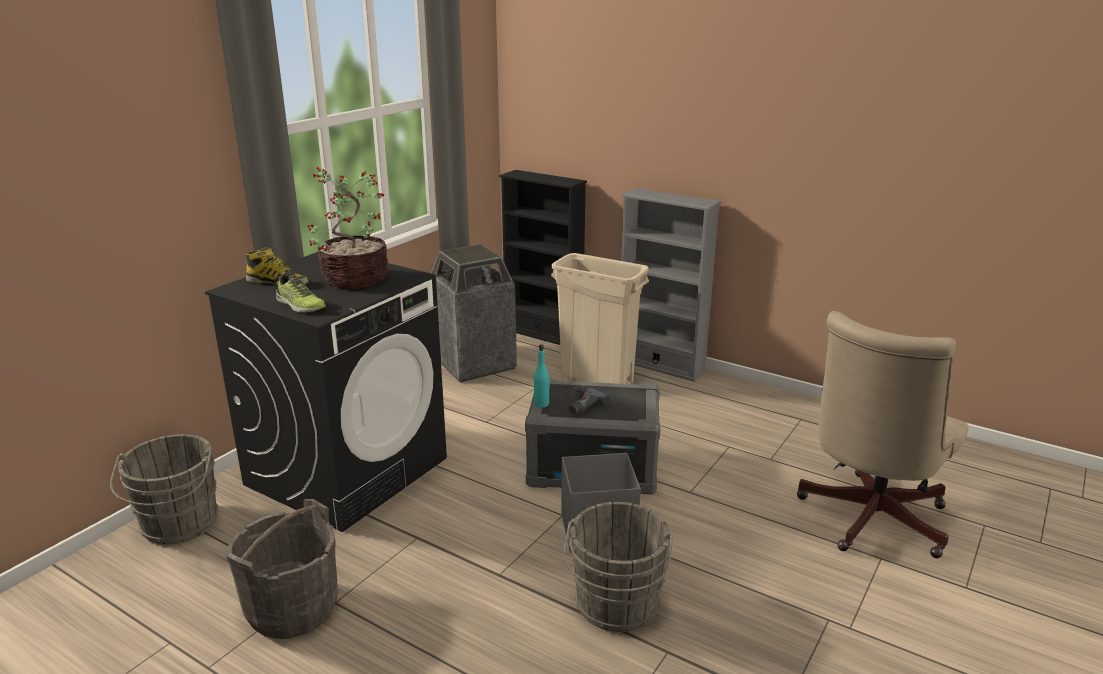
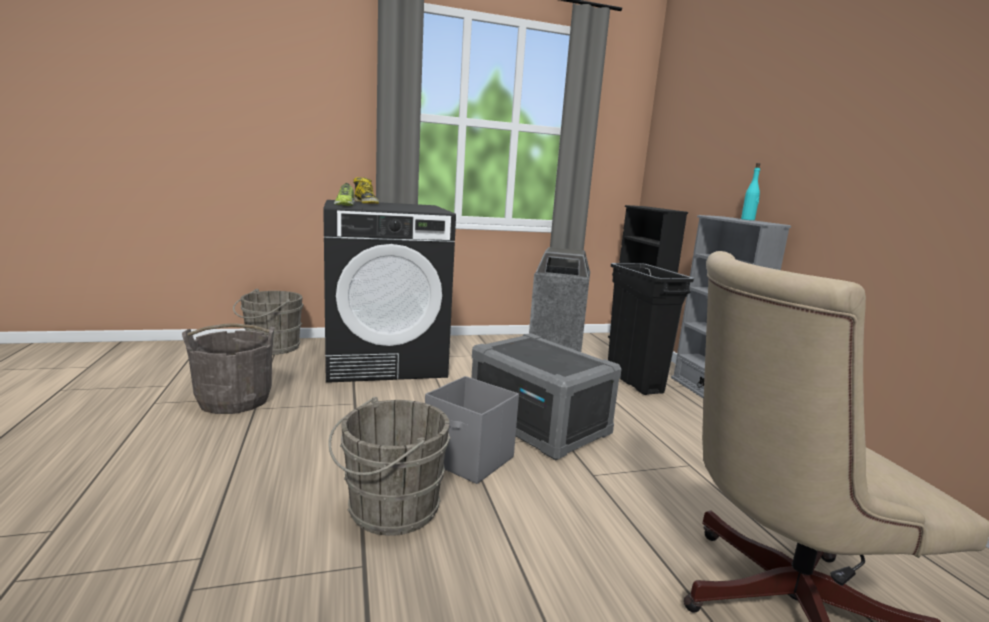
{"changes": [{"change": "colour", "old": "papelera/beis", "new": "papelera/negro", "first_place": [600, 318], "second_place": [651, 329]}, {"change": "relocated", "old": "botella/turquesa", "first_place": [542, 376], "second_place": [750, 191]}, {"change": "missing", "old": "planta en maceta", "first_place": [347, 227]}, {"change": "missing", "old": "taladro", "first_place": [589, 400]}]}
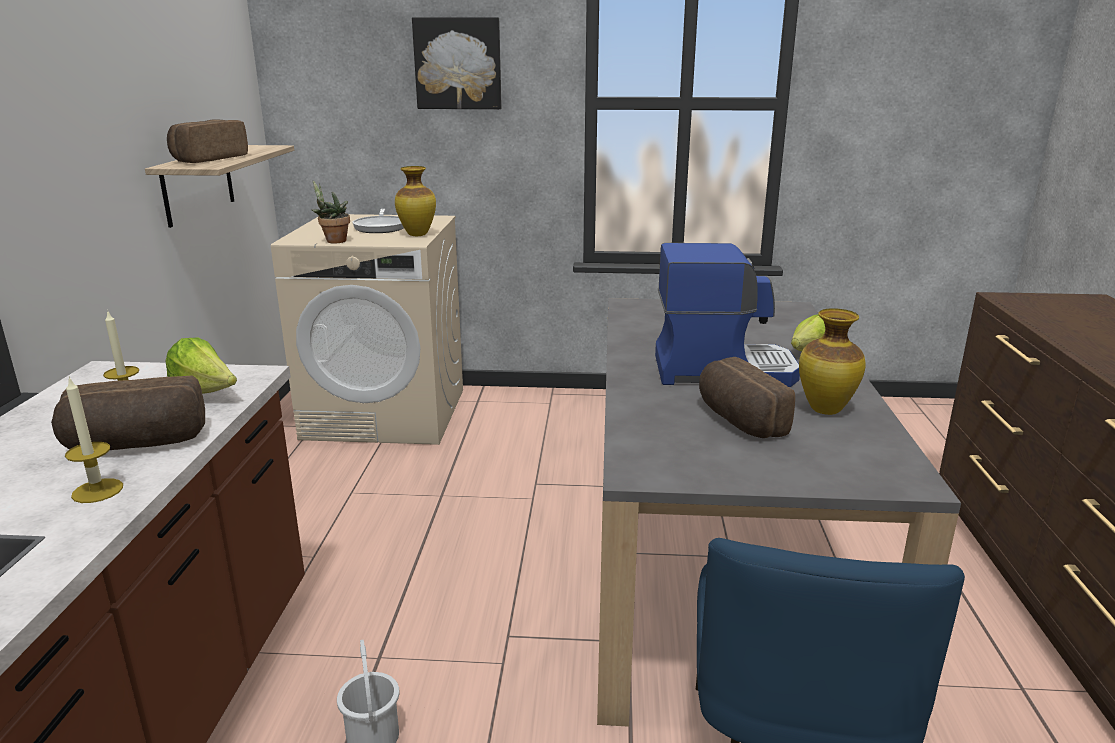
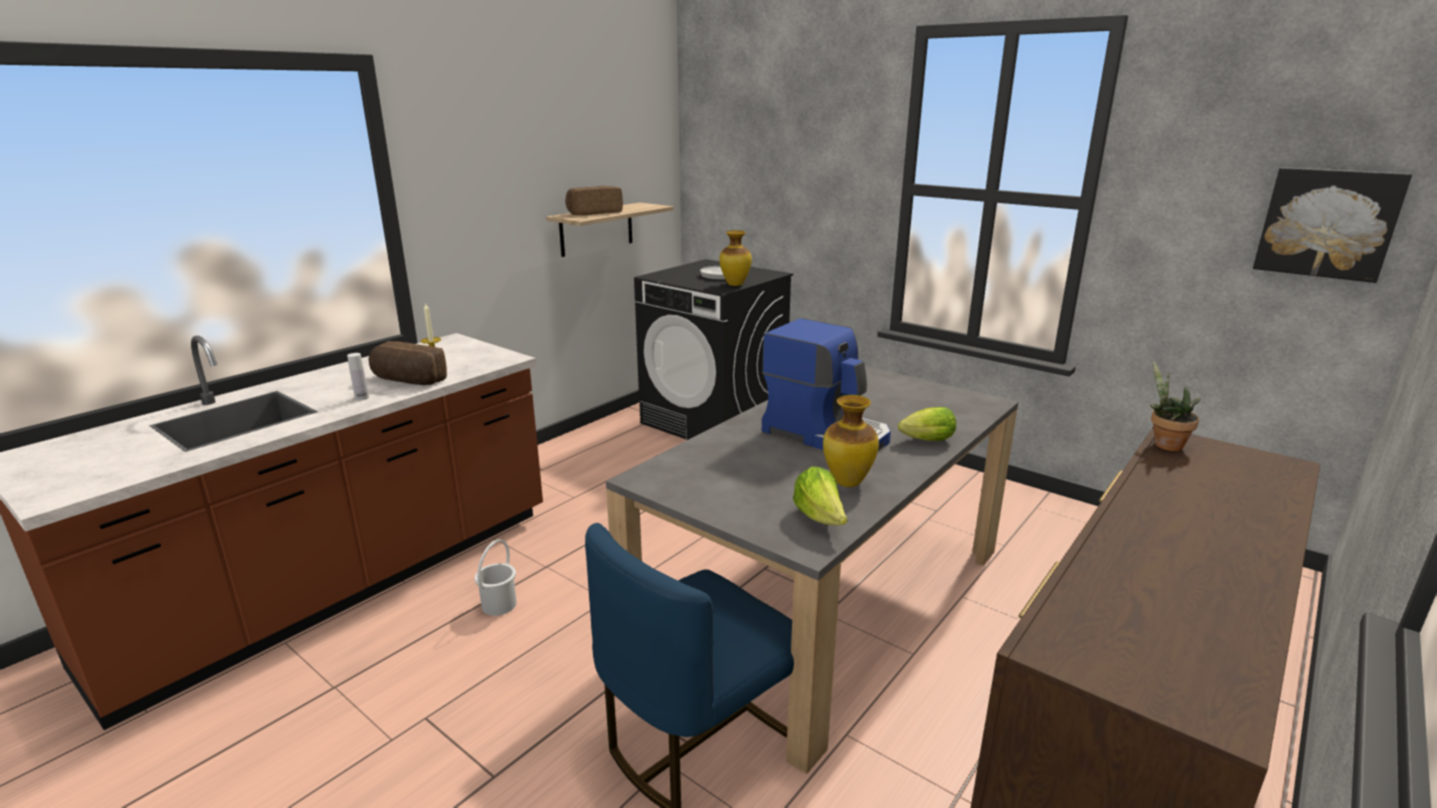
{"changes": [{"change": "exchanged", "old": "vela", "new": "botella/blanco", "first_place": [94, 439], "second_place": [358, 377]}, {"change": "colour", "old": "lavadora/beis", "new": "lavadora/negro", "first_place": [367, 329], "second_place": [713, 349]}, {"change": "relocated", "old": "lechuga", "first_place": [201, 365], "second_place": [820, 496]}, {"change": "relocated", "old": "planta en maceta", "first_place": [331, 212], "second_place": [1175, 405]}, {"change": "relocated", "old": "cuadro", "first_place": [457, 63], "second_place": [1332, 225]}, {"change": "missing", "old": "pan", "first_place": [747, 397]}]}
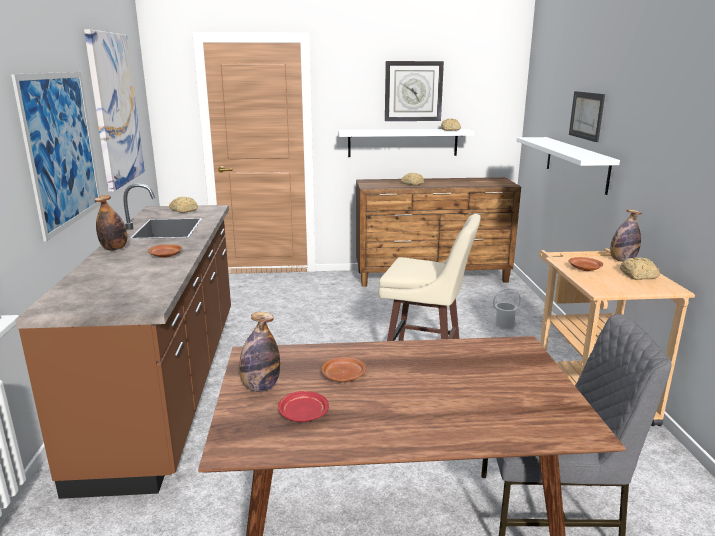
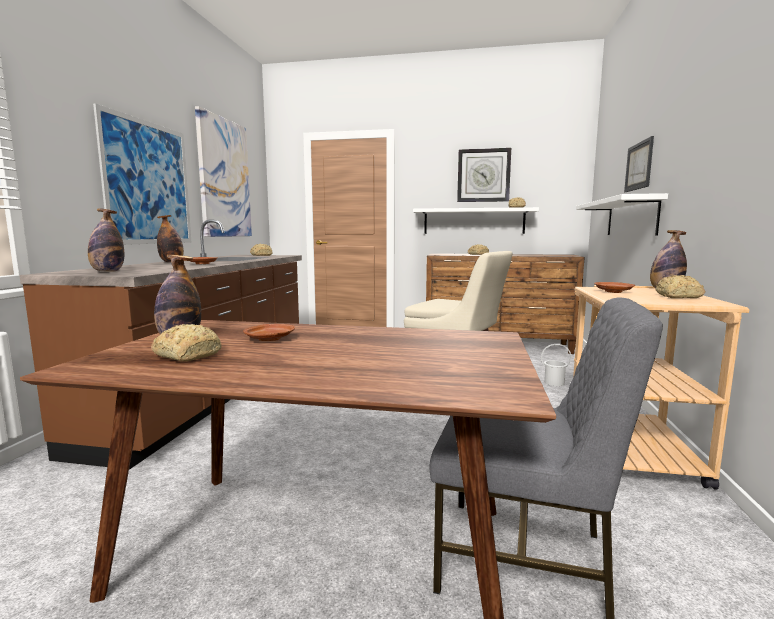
{"changes": [{"change": "appeared", "new": "botella", "second_place": [106, 240]}, {"change": "exchanged", "old": "plato/rojo", "new": "pan", "first_place": [303, 406], "second_place": [186, 343]}]}
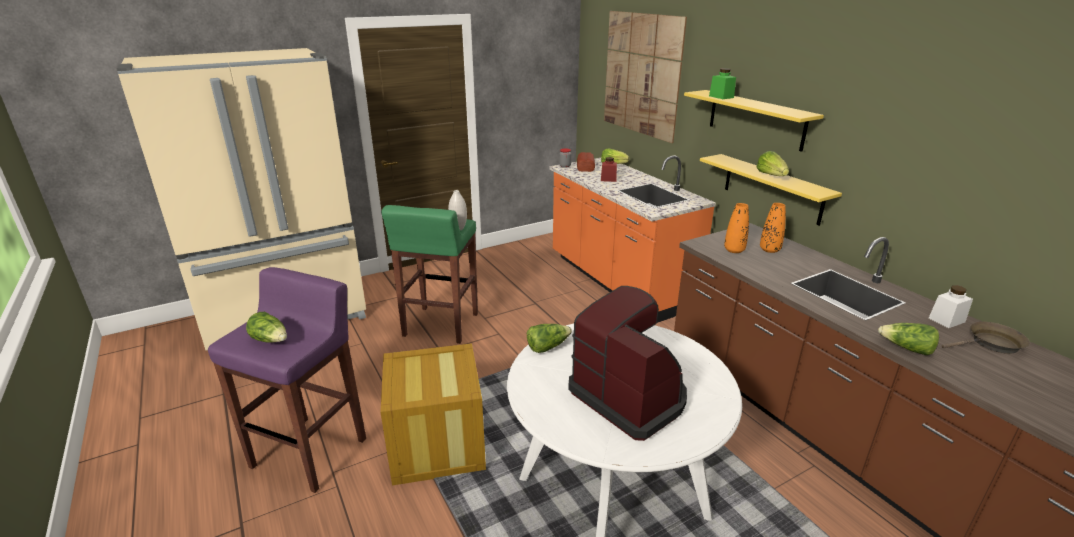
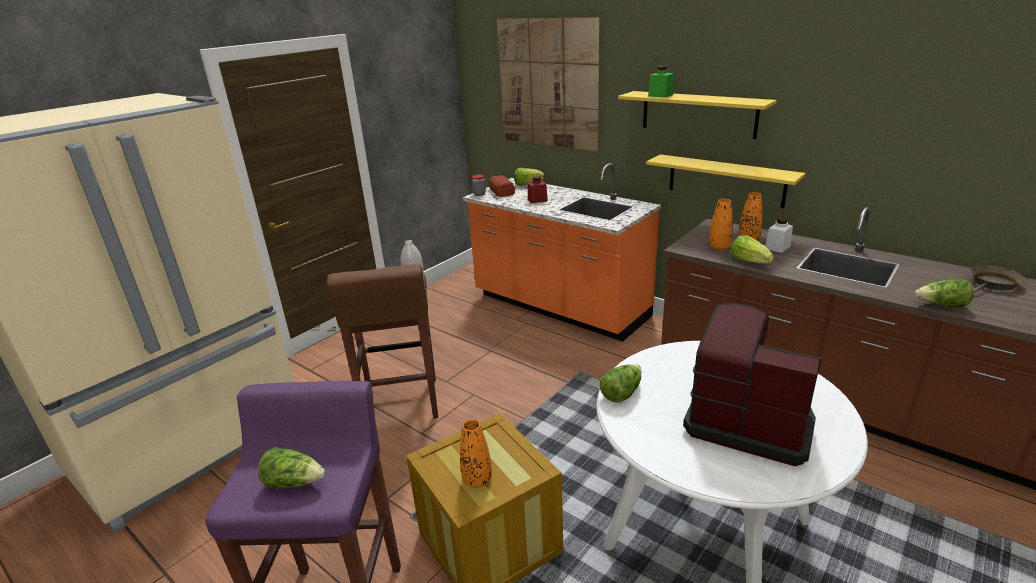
{"changes": [{"change": "colour", "old": "taburete/verde", "new": "taburete/marrón", "first_place": [429, 274], "second_place": [382, 341]}, {"change": "appeared", "new": "florero/naranja", "second_place": [476, 454]}, {"change": "relocated", "old": "lechuga", "first_place": [773, 163], "second_place": [752, 249]}, {"change": "relocated", "old": "tarro/blanco", "first_place": [951, 306], "second_place": [779, 235]}]}
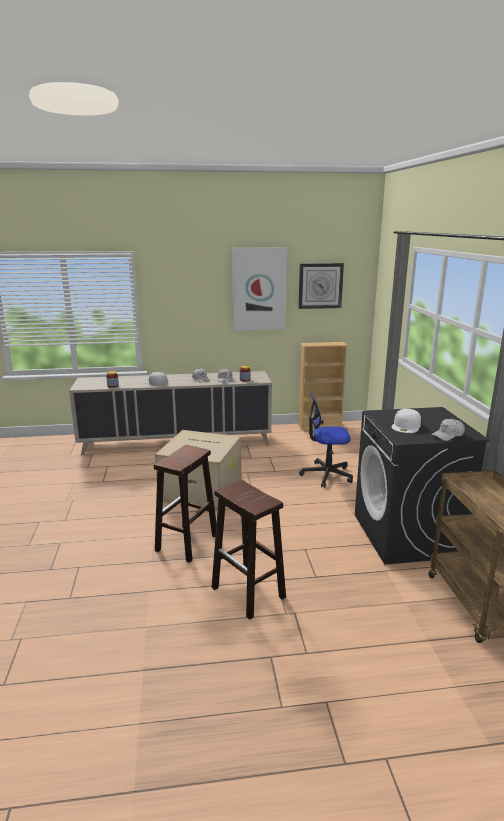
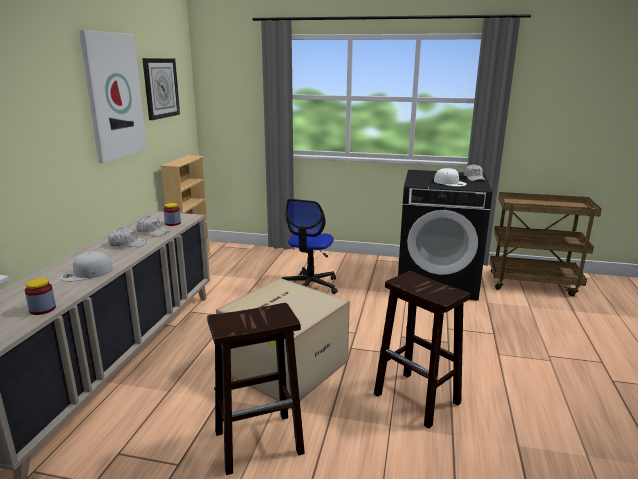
{"changes": [{"change": "relocated", "old": "taburete/marrón", "first_place": [249, 550], "second_place": [256, 389]}]}
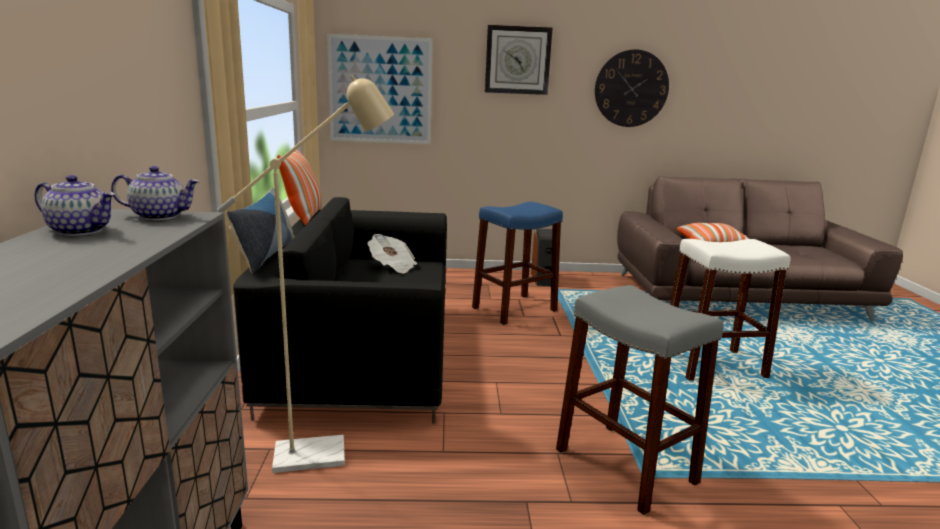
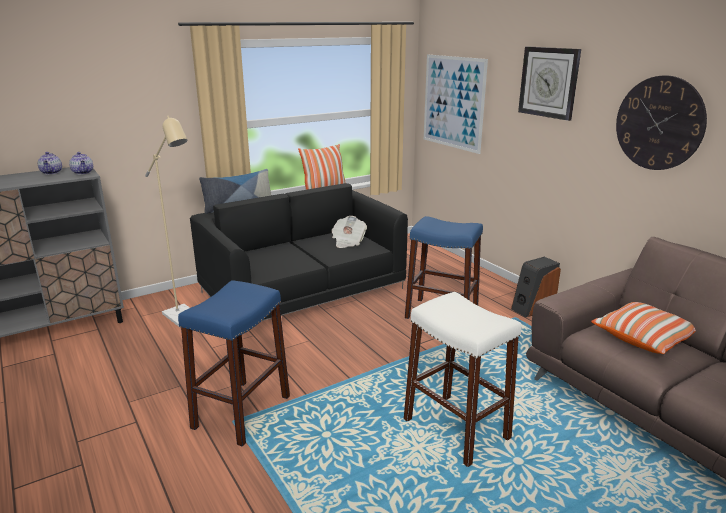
{"changes": [{"change": "colour", "old": "taburete/gris", "new": "taburete/azul", "first_place": [640, 400], "second_place": [234, 363]}]}
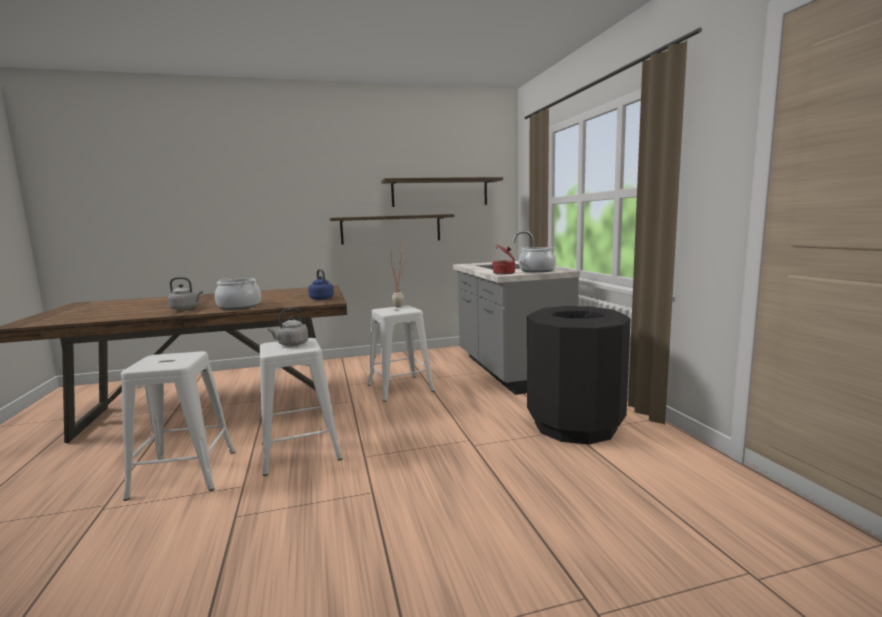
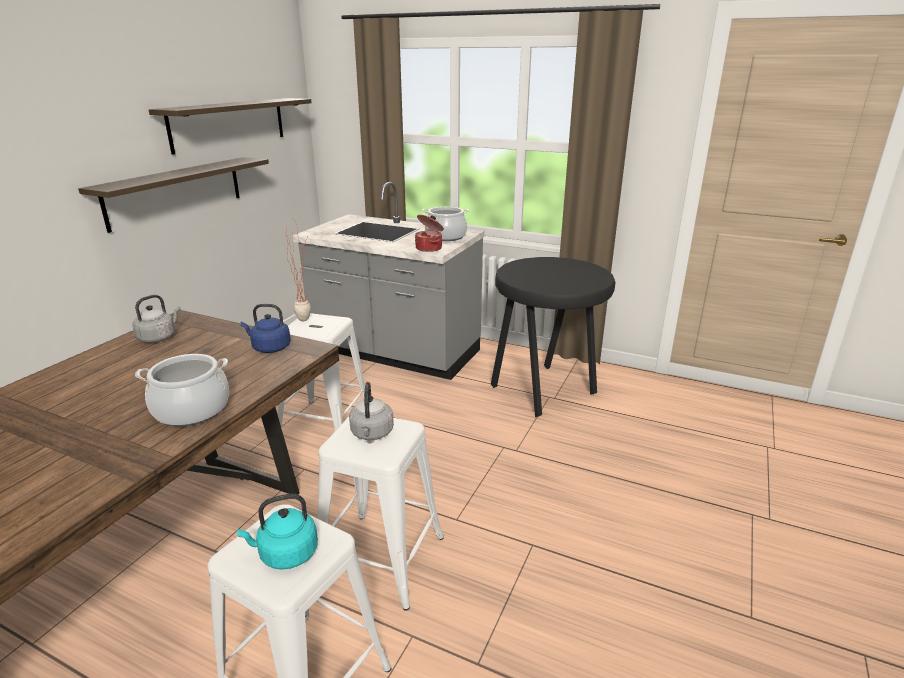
{"changes": [{"change": "relocated", "old": "hervidor/gris", "first_place": [185, 293], "second_place": [156, 319]}, {"change": "appeared", "new": "hervidor/turquesa", "second_place": [277, 532]}, {"change": "exchanged", "old": "papelera/negro", "new": "taburete/negro", "first_place": [579, 375], "second_place": [553, 337]}]}
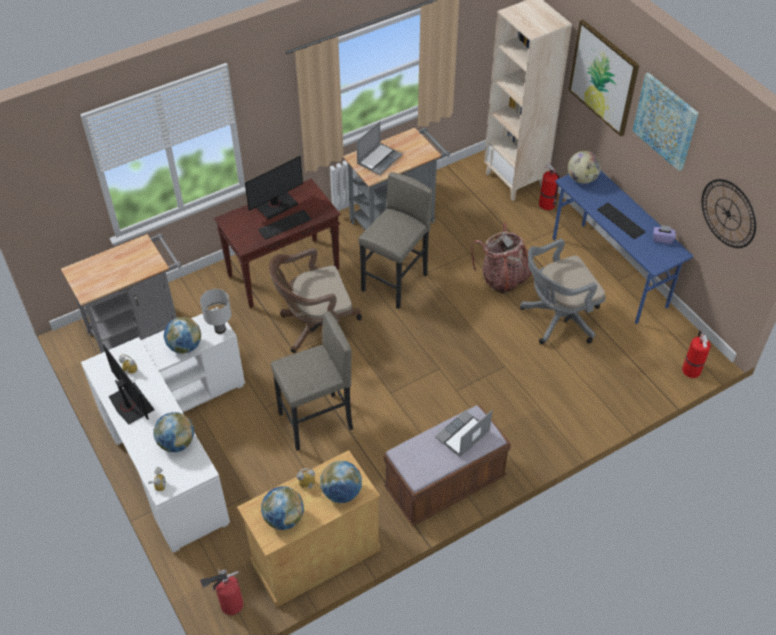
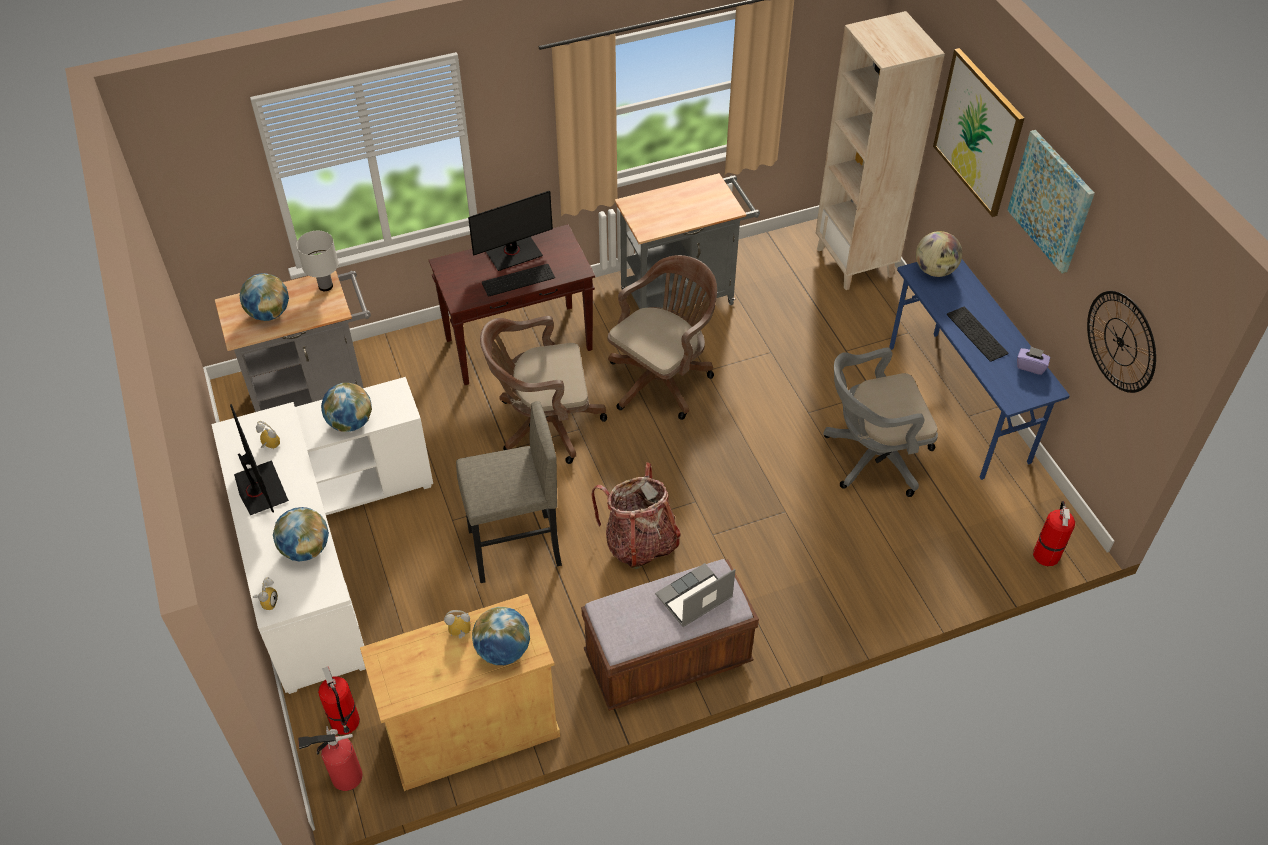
{"changes": [{"change": "relocated", "old": "globo terráqueo", "first_place": [282, 508], "second_place": [264, 297]}, {"change": "relocated", "old": "lámpara de mesa/blanco", "first_place": [216, 311], "second_place": [317, 261]}, {"change": "relocated", "old": "extintor", "first_place": [549, 186], "second_place": [339, 701]}, {"change": "relocated", "old": "mochila", "first_place": [501, 258], "second_place": [636, 515]}, {"change": "exchanged", "old": "taburete/gris", "new": "silla de oficina/marrón", "first_place": [396, 240], "second_place": [662, 337]}, {"change": "missing", "old": "portátil", "first_place": [379, 148]}]}
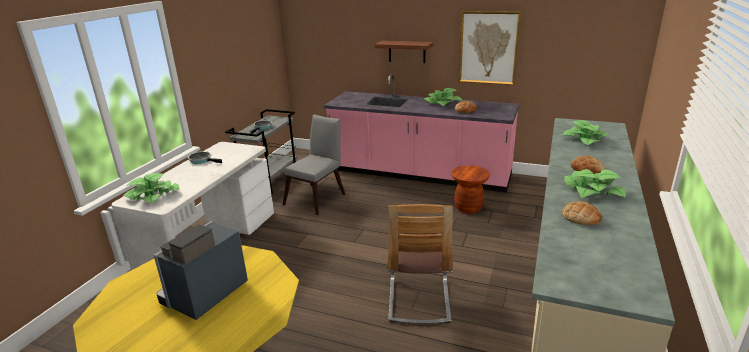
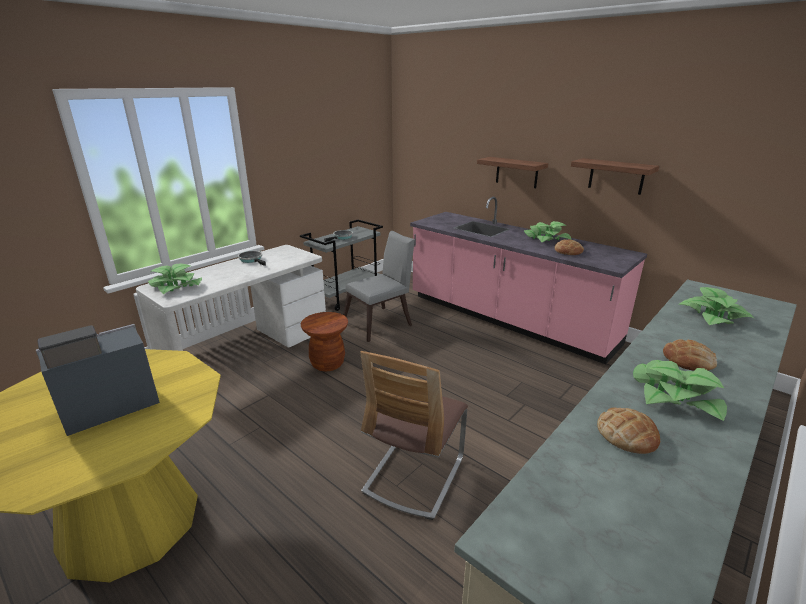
{"changes": [{"change": "relocated", "old": "taburete/marrón", "first_place": [470, 189], "second_place": [324, 342]}, {"change": "exchanged", "old": "cuadro", "new": "estante", "first_place": [490, 48], "second_place": [615, 176]}]}
